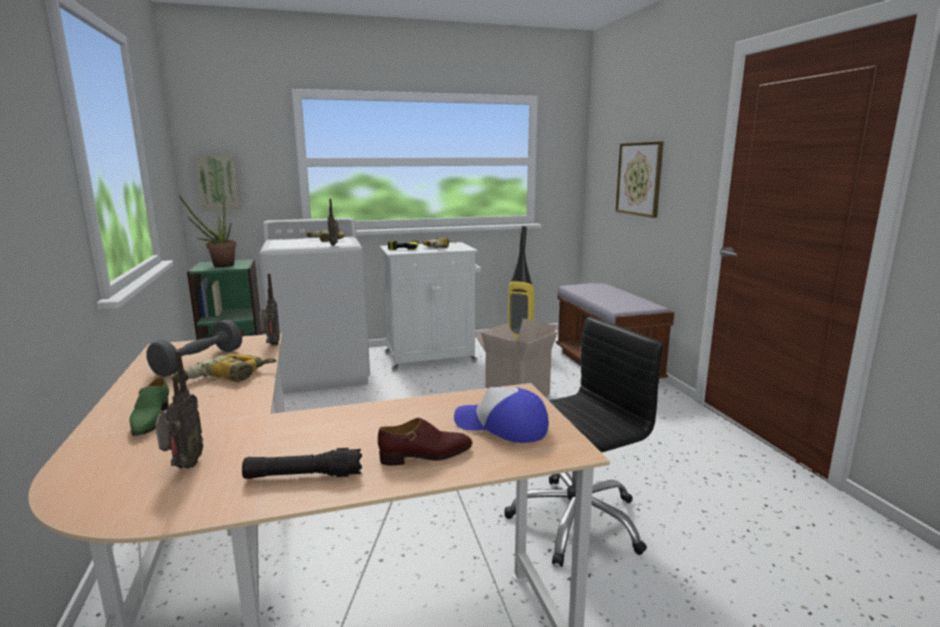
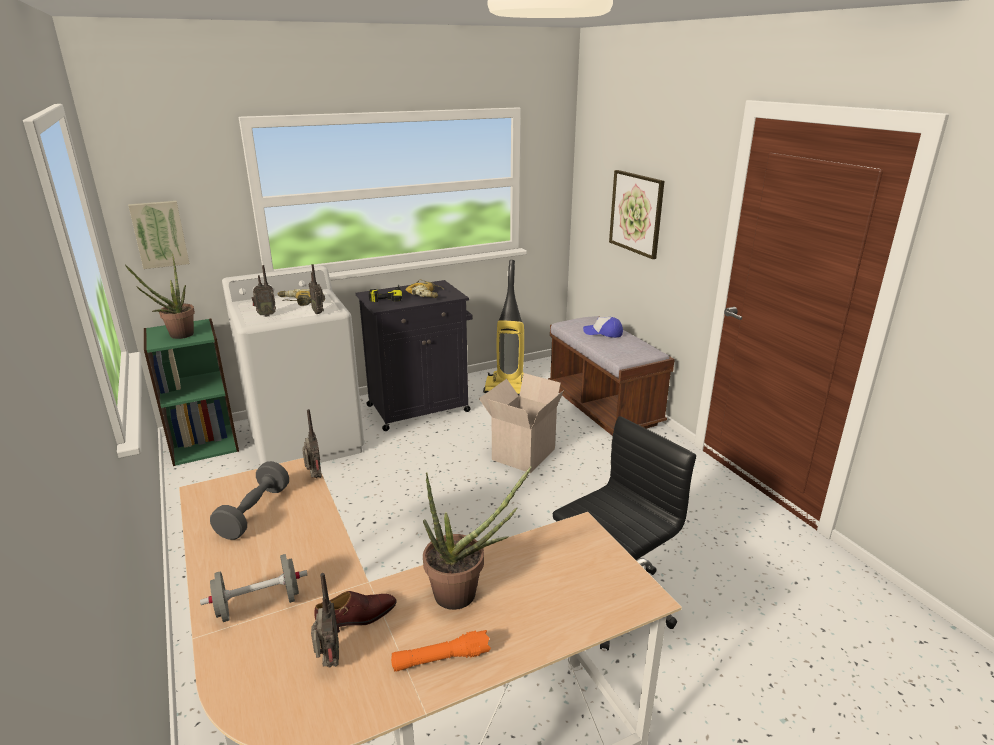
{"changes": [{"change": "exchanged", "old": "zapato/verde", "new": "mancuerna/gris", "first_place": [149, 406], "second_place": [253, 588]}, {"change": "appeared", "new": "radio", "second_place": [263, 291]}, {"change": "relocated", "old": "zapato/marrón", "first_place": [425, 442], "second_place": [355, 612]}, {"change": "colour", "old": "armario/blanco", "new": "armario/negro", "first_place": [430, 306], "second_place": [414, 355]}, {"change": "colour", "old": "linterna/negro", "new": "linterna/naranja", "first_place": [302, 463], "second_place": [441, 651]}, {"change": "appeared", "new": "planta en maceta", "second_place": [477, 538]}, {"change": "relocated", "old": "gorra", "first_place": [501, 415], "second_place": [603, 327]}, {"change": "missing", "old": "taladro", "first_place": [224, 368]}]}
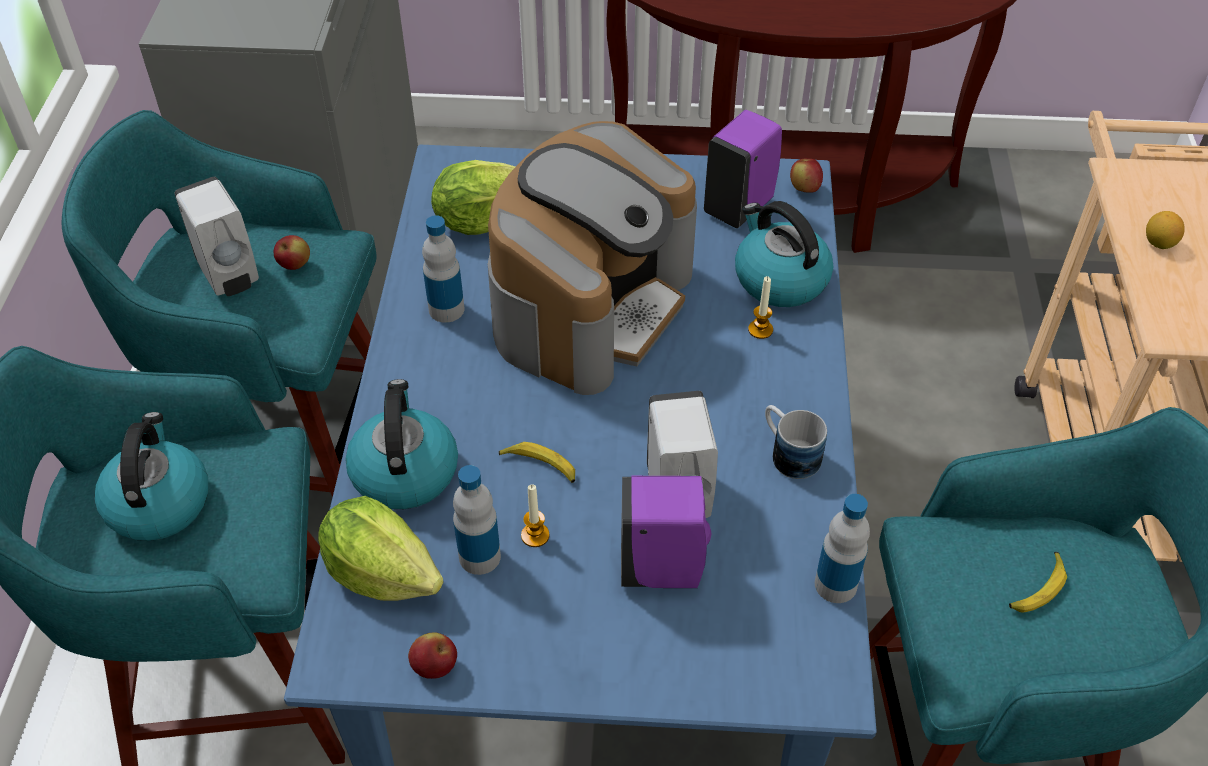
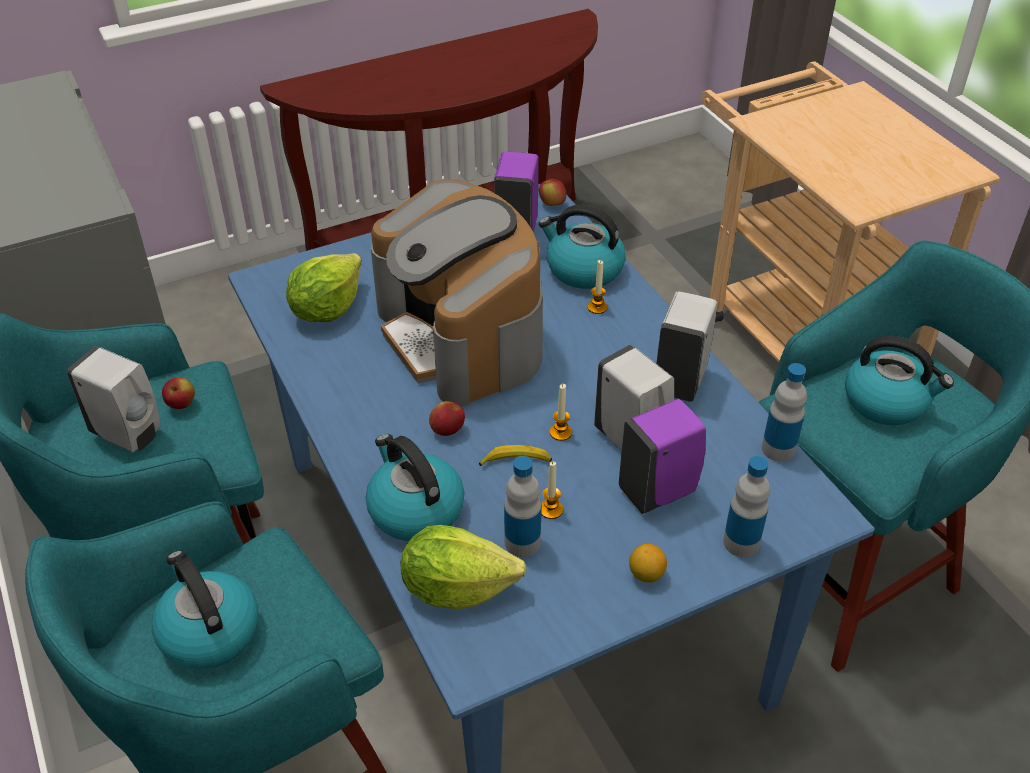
{"changes": [{"change": "spun", "old": "cafetera", "first_place": [592, 258], "second_place": [457, 292], "degrees": 150}, {"change": "relocated", "old": "manzana", "first_place": [432, 655], "second_place": [447, 418]}, {"change": "appeared", "new": "vela", "second_place": [561, 412]}, {"change": "relocated", "old": "limón", "first_place": [1165, 230], "second_place": [648, 563]}, {"change": "exchanged", "old": "taza grande", "new": "dispensador de jabón/blanco", "first_place": [796, 442], "second_place": [687, 347]}, {"change": "relocated", "old": "botella", "first_place": [443, 269], "second_place": [746, 506]}, {"change": "exchanged", "old": "plátano", "new": "hervidor", "first_place": [1038, 582], "second_place": [899, 380]}]}
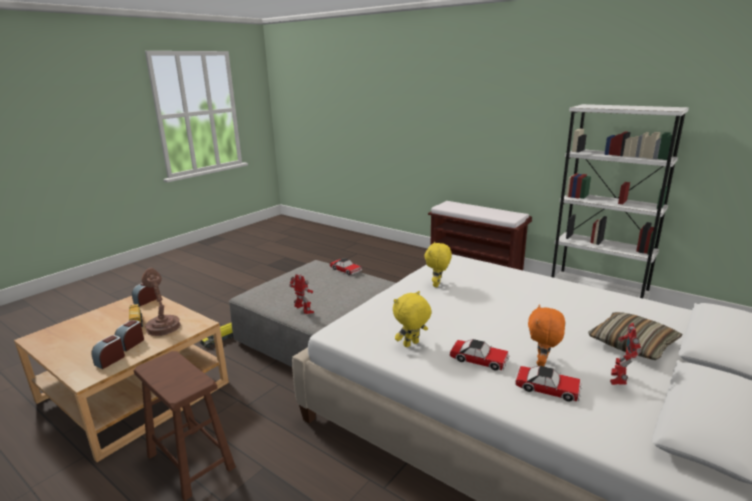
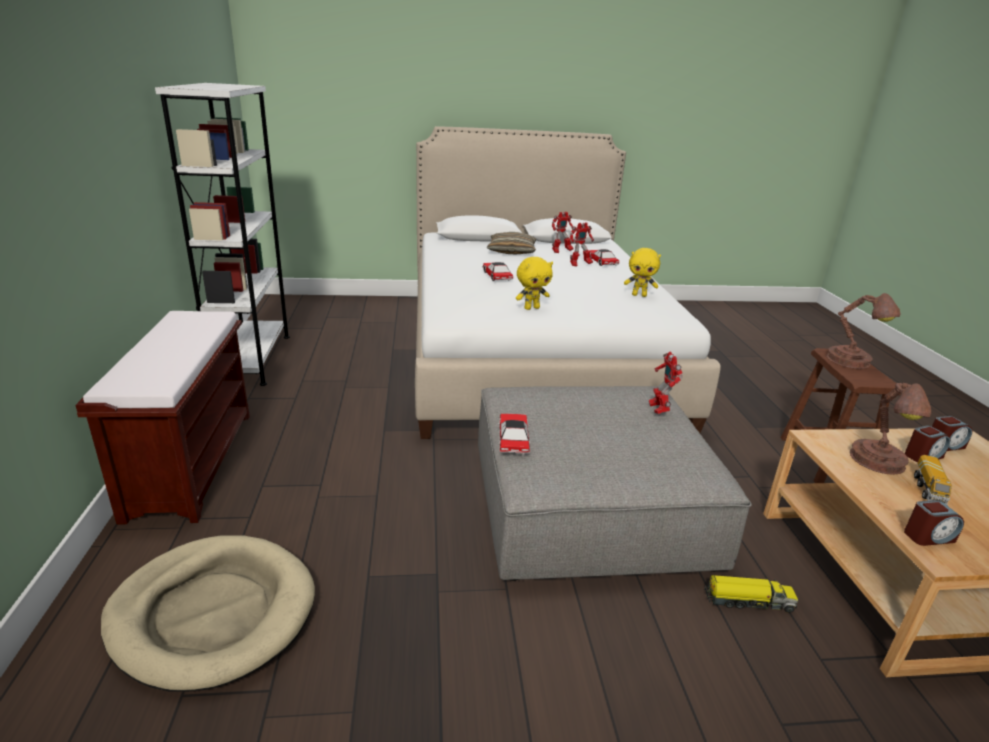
{"changes": [{"change": "appeared", "new": "cama para perro/beis", "second_place": [208, 613]}, {"change": "relocated", "old": "coche de juguete", "first_place": [479, 355], "second_place": [498, 271]}, {"change": "exchanged", "old": "peluche/naranja", "new": "robot de juguete", "first_place": [546, 335], "second_place": [582, 244]}, {"change": "appeared", "new": "lámpara de mesa/marrón", "second_place": [863, 331]}]}
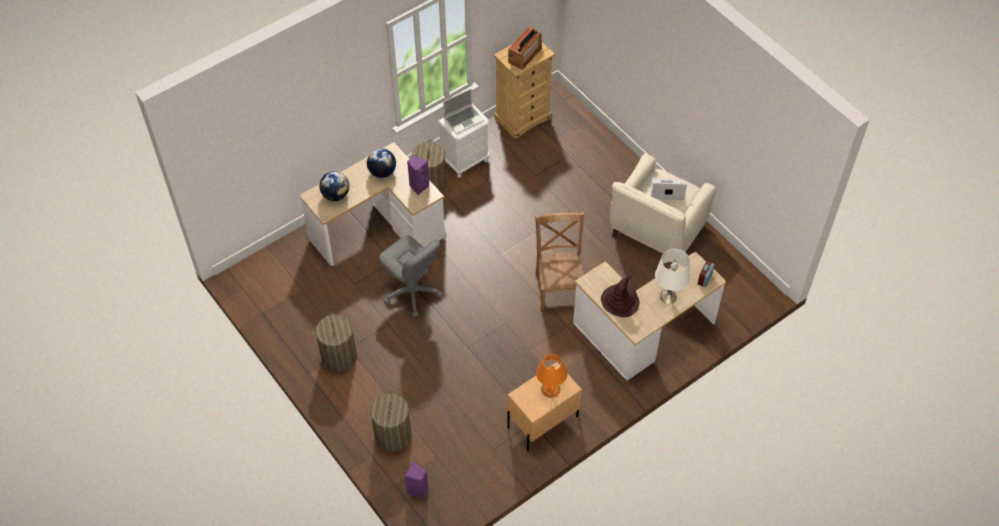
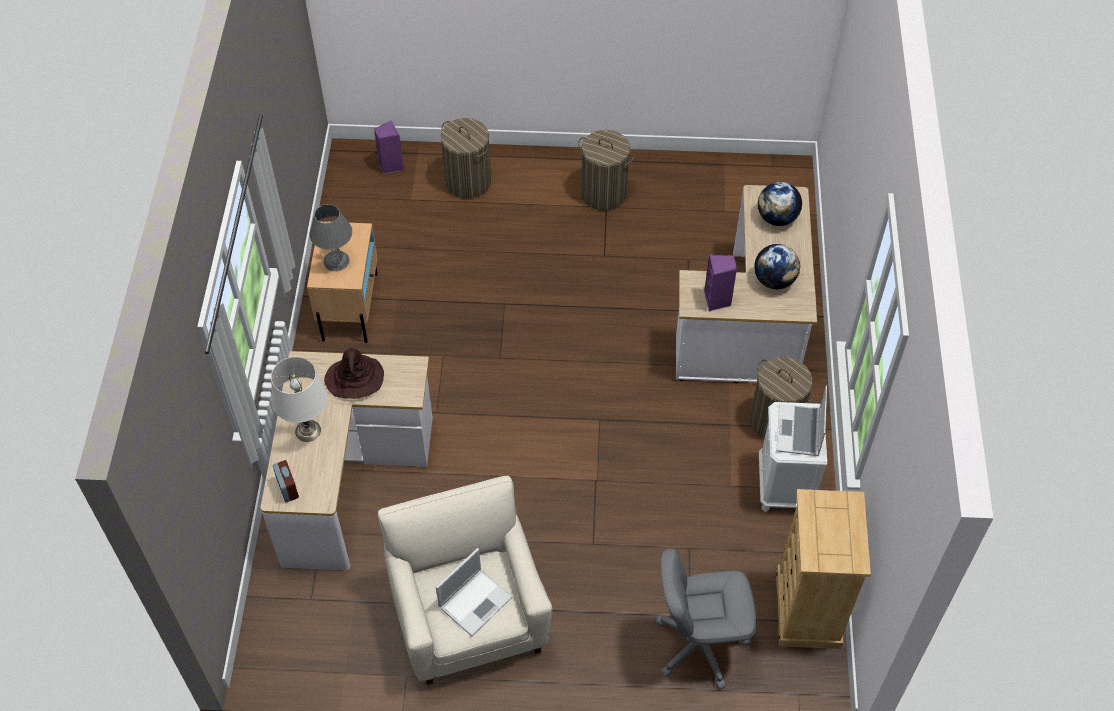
{"changes": [{"change": "colour", "old": "lámpara de mesa/naranja", "new": "lámpara de mesa/gris", "first_place": [552, 376], "second_place": [331, 237]}, {"change": "relocated", "old": "silla de oficina/gris", "first_place": [410, 276], "second_place": [706, 619]}, {"change": "missing", "old": "radio", "first_place": [525, 48]}, {"change": "missing", "old": "silla/marrón", "first_place": [559, 261]}]}
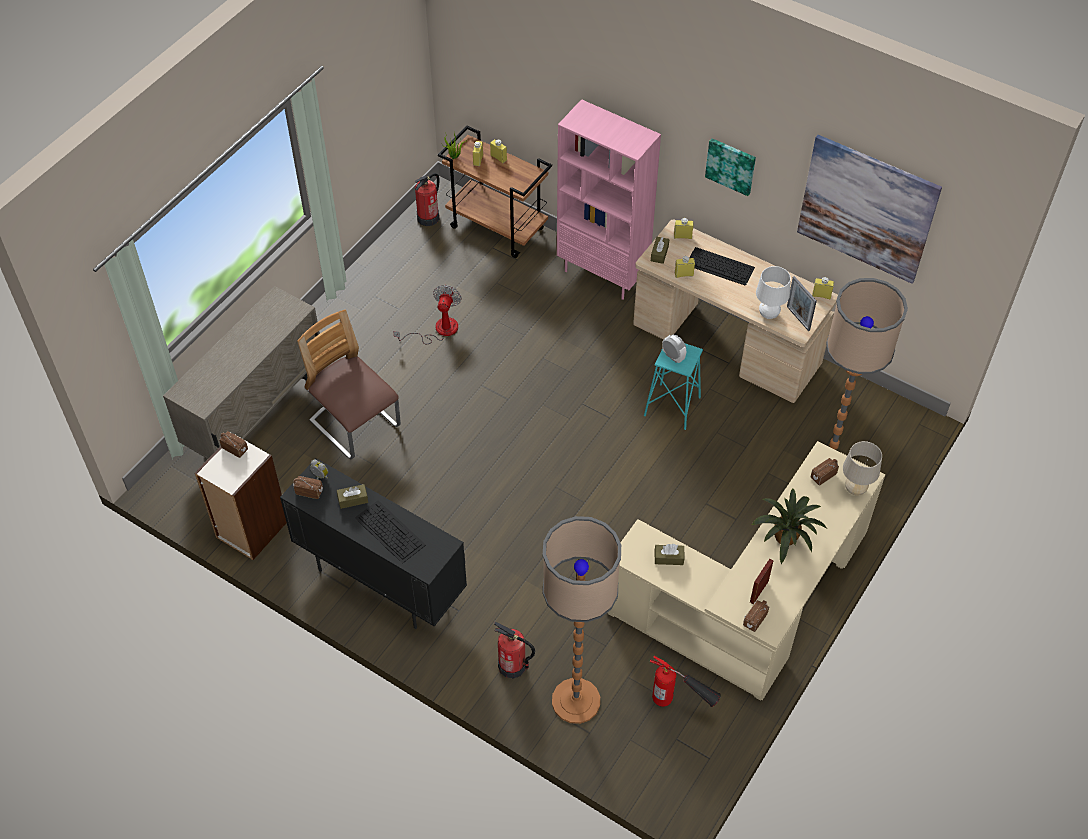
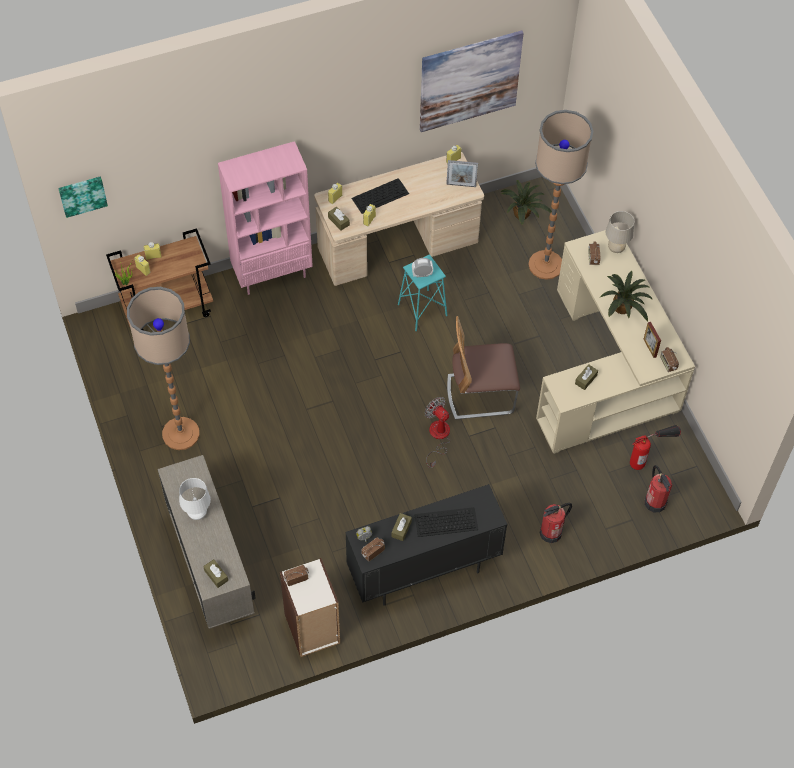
{"changes": [{"change": "relocated", "old": "cuadro", "first_place": [730, 167], "second_place": [83, 197]}, {"change": "relocated", "old": "lámpara de pie", "first_place": [582, 620], "second_place": [163, 368]}, {"change": "relocated", "old": "lámpara de mesa/blanco", "first_place": [773, 292], "second_place": [195, 499]}, {"change": "appeared", "new": "caja de pañuelos/marrón", "second_place": [215, 573]}, {"change": "relocated", "old": "ventilador", "first_place": [427, 314], "second_place": [437, 432]}, {"change": "relocated", "old": "silla", "first_place": [349, 384], "second_place": [483, 368]}, {"change": "appeared", "new": "planta en maceta", "second_place": [526, 202]}, {"change": "relocated", "old": "extintor", "first_place": [427, 199], "second_place": [658, 488]}]}
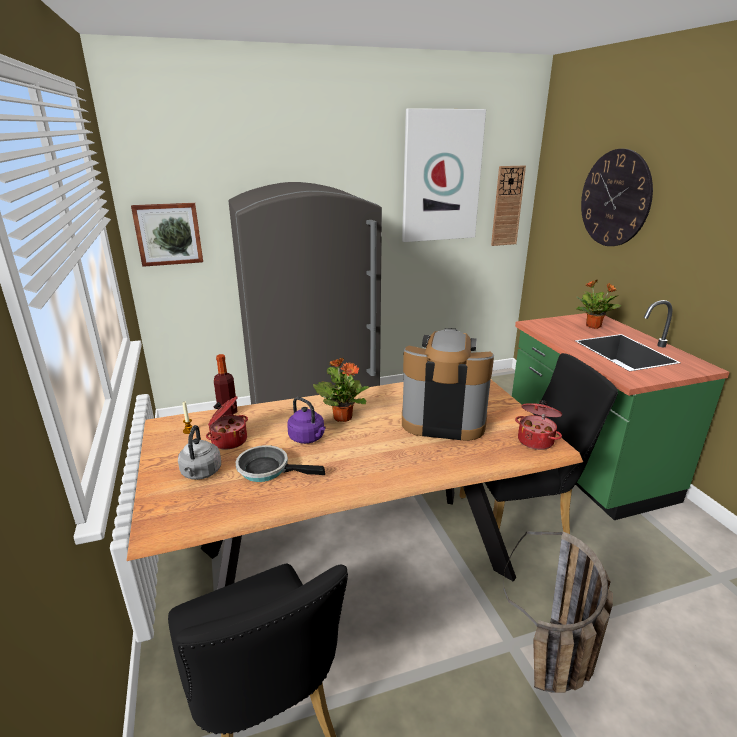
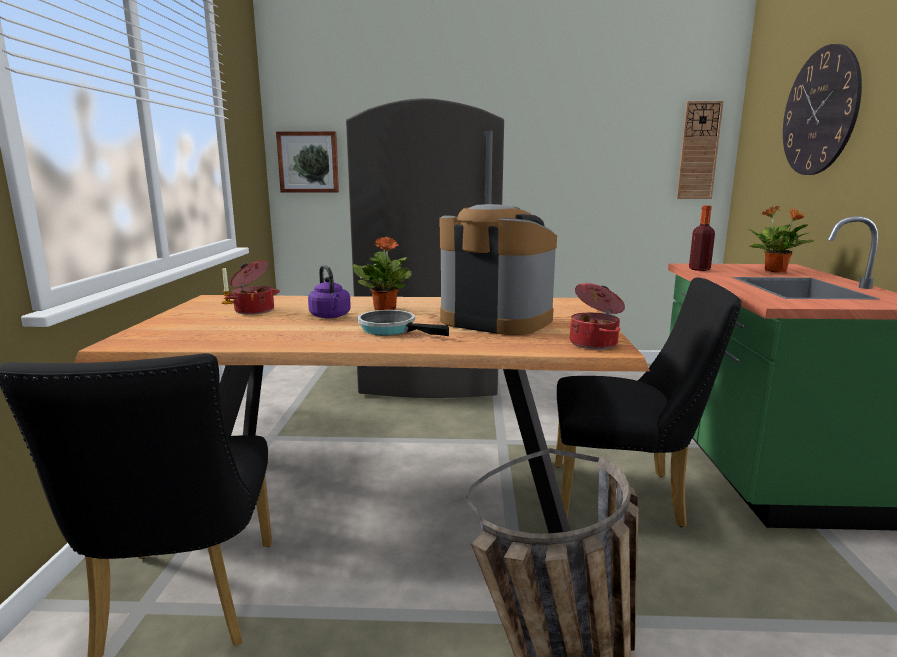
{"changes": [{"change": "relocated", "old": "sartén", "first_place": [280, 463], "second_place": [403, 323]}, {"change": "relocated", "old": "botella", "first_place": [225, 385], "second_place": [702, 238]}, {"change": "missing", "old": "hervidor/gris", "first_place": [199, 452]}, {"change": "missing", "old": "cuadro", "first_place": [444, 175]}]}
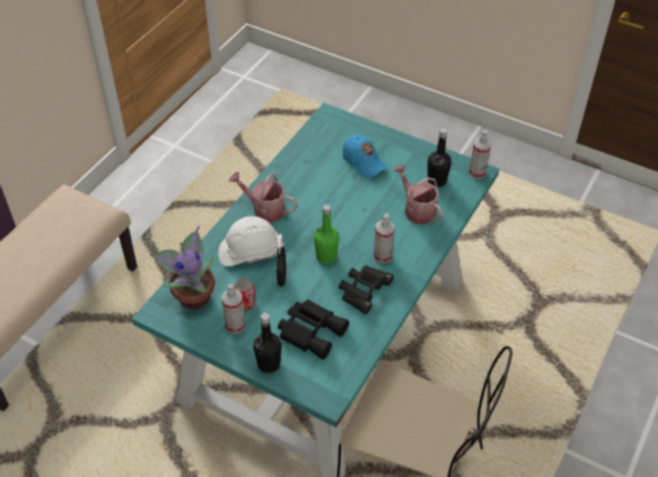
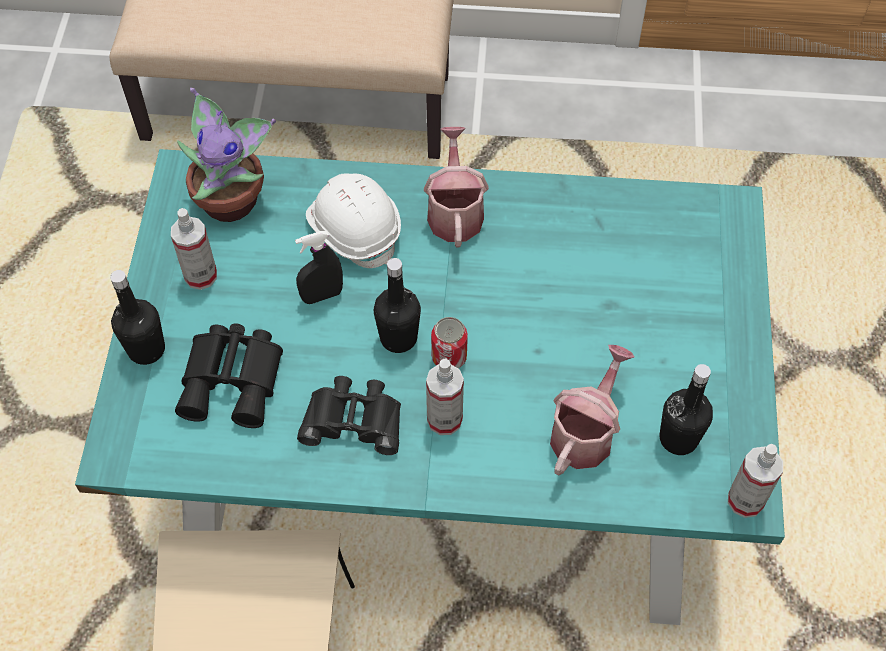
{"changes": [{"change": "colour", "old": "botella/verde", "new": "botella/negro", "first_place": [326, 234], "second_place": [397, 305]}, {"change": "relocated", "old": "lata", "first_place": [245, 294], "second_place": [449, 342]}, {"change": "missing", "old": "gorra/azul", "first_place": [365, 156]}]}
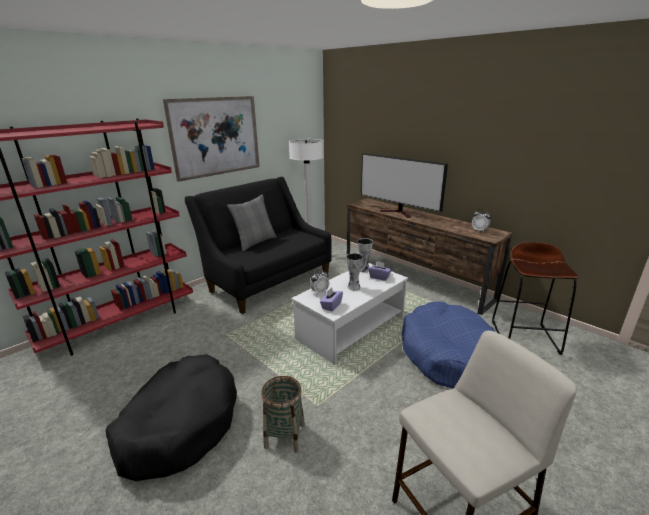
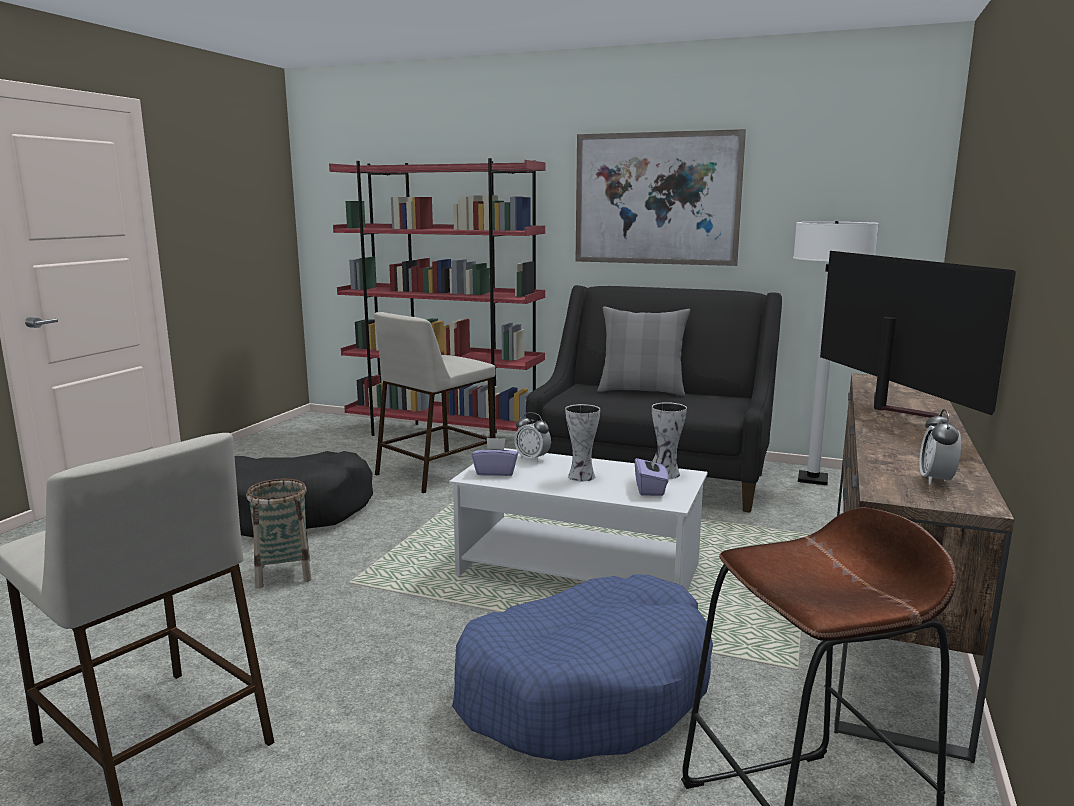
{"changes": [{"change": "appeared", "new": "taburete/beis", "second_place": [435, 402]}, {"change": "spun", "old": "televisor", "first_place": [404, 185], "second_place": [918, 334], "degrees": 150}]}
